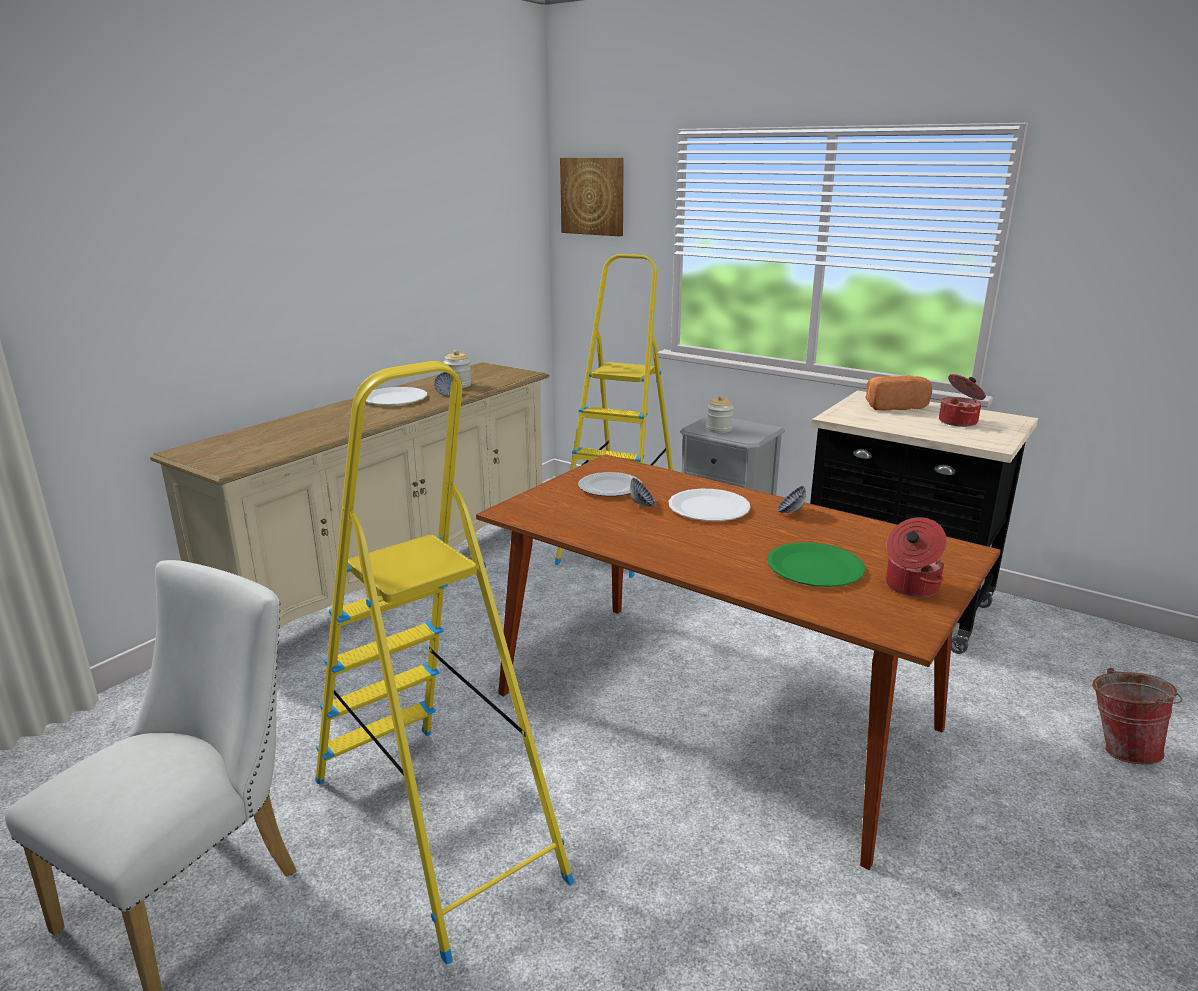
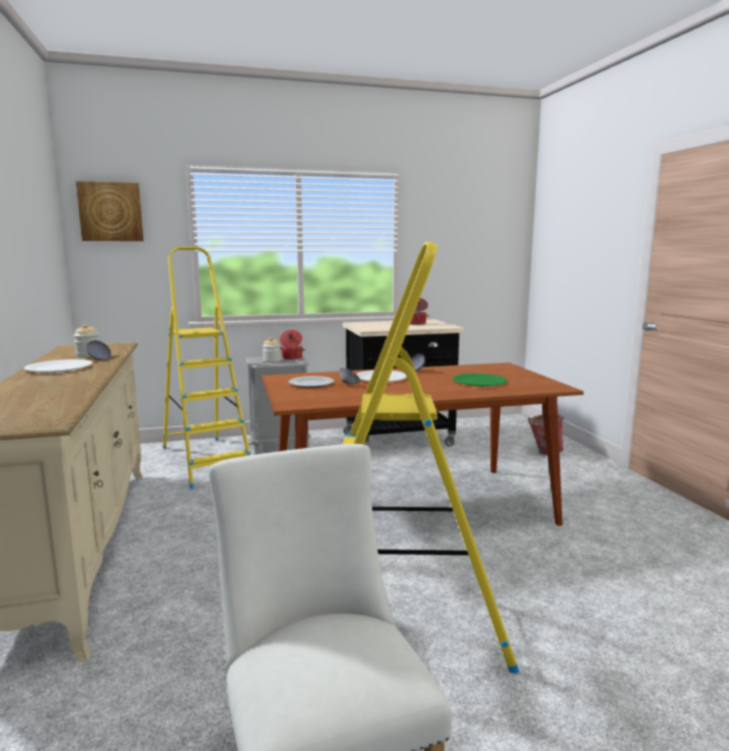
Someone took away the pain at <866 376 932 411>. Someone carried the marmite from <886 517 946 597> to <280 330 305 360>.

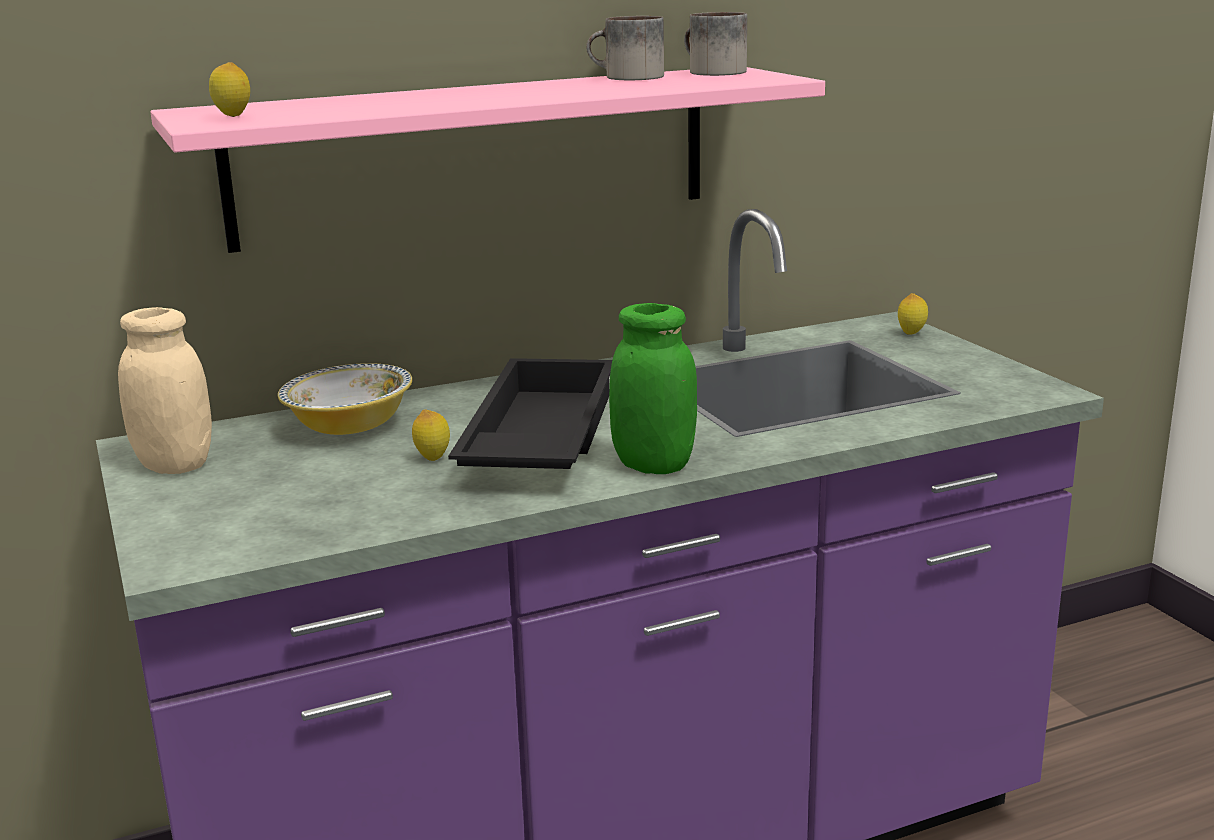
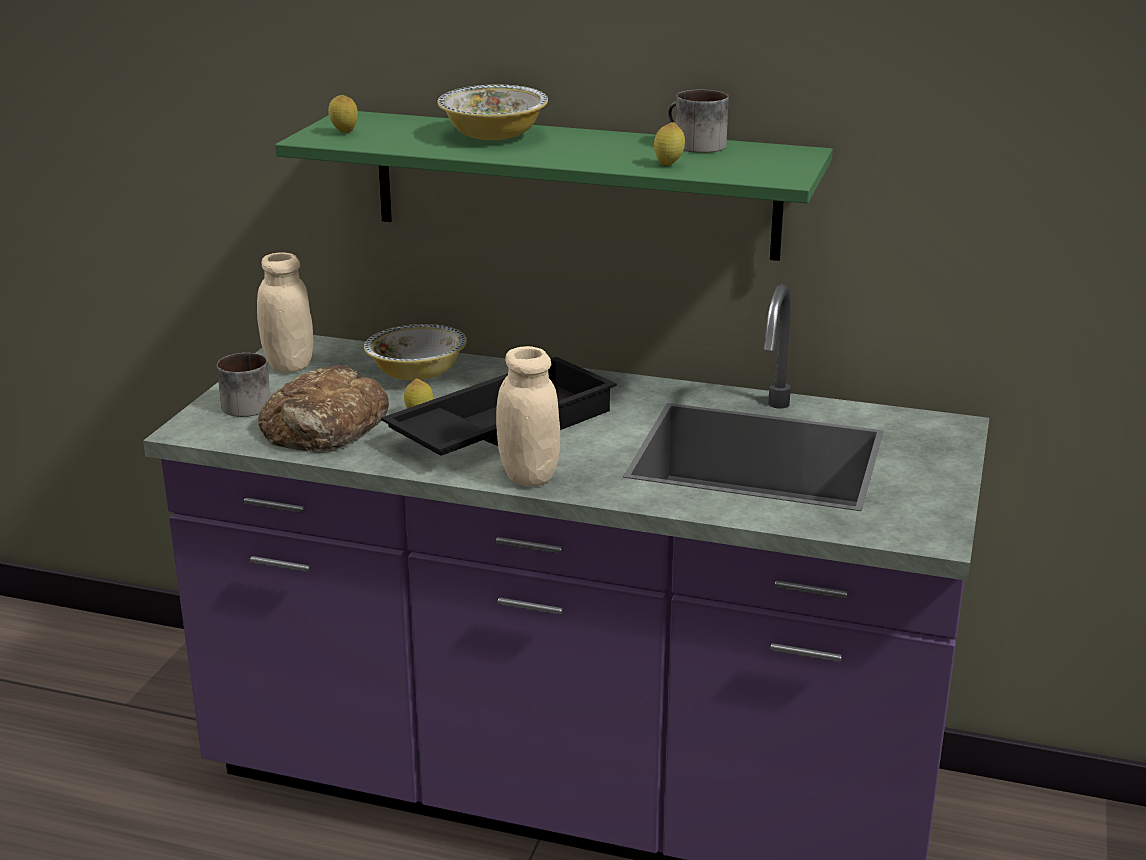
Someone repainted the étagère (rose) at <150 67 825 253>, which became the étagère (vert) at <275 111 833 261>. Someone repainted the bocal (vert) at <609 303 697 474>, which became the bocal (beige) at <496 346 560 486>. Someone carried the mug from <684 12 747 76> to <217 353 271 417>. Someone carried the citron from <898 293 928 335> to <654 122 685 166>. Someone put down the pain at <258 365 389 453>. Someone put down the bol at <437 85 548 140>.

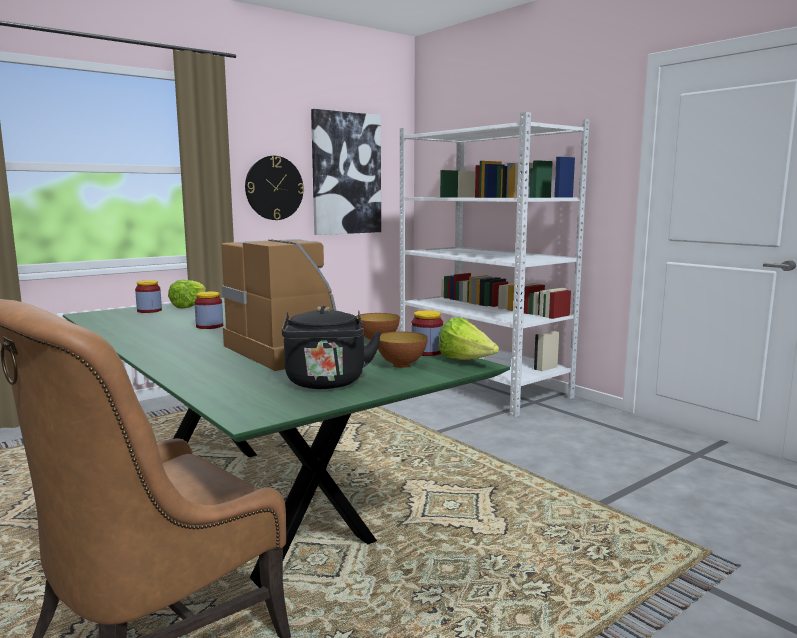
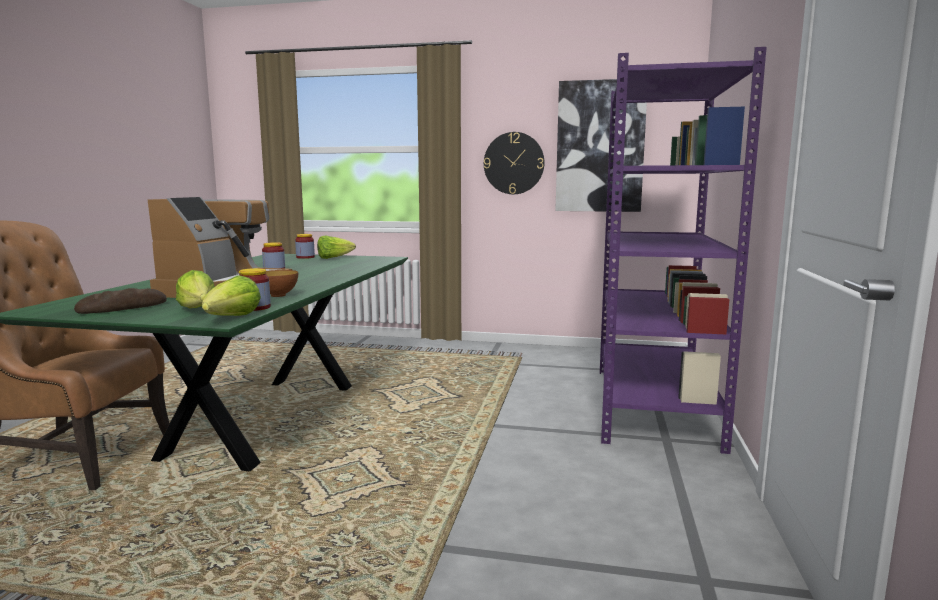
Someone swapped the bouilloire (noir) at <282 306 382 389> for the pain at <74 288 167 314>. Someone swapped the bol at <378 331 428 368> for the laitue at <176 270 215 308>. Someone repainted the bibliothèque (blanc) at <400 112 590 417>, which became the bibliothèque (violet) at <600 47 767 454>.

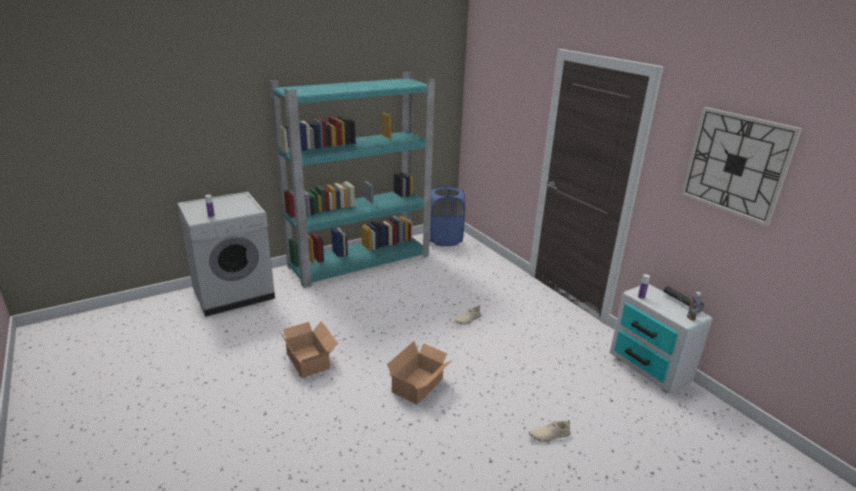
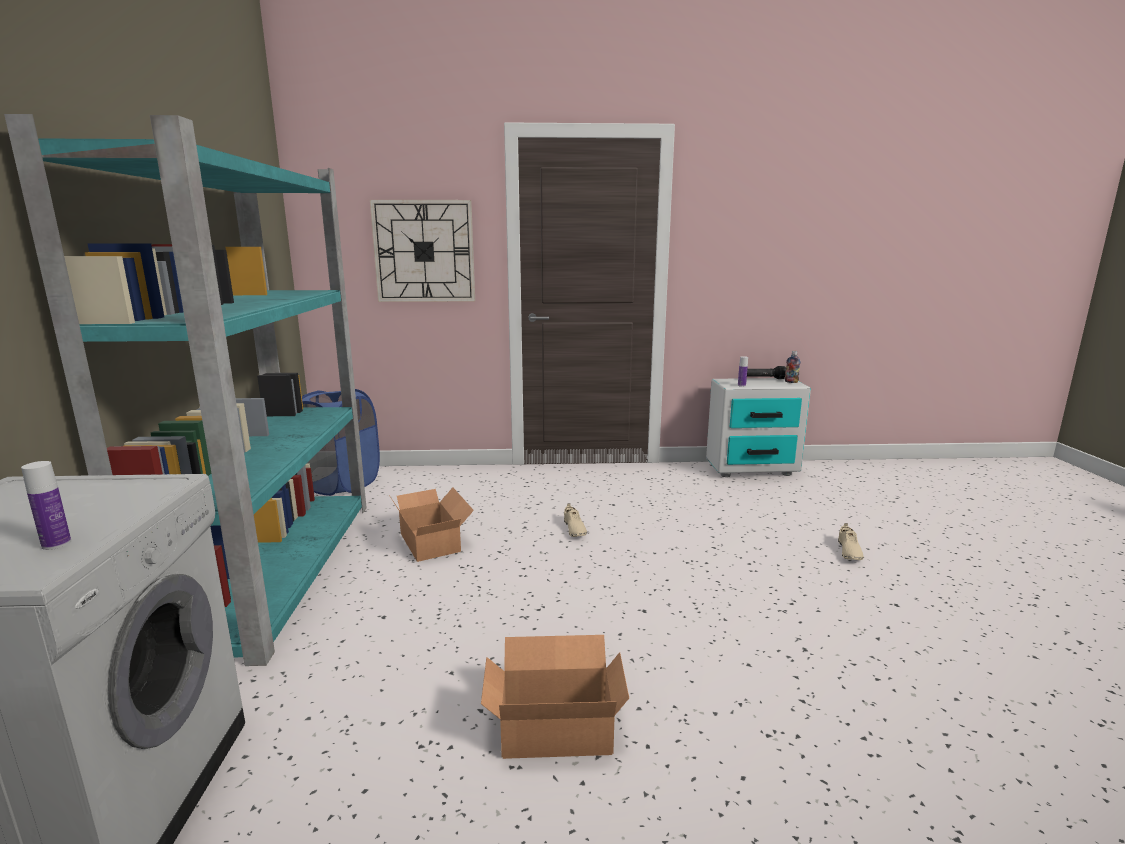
Someone carried the carton from <387 341 452 405> to <389 488 474 562>. Someone carried the horloge murale from <681 107 802 226> to <370 200 475 302>.

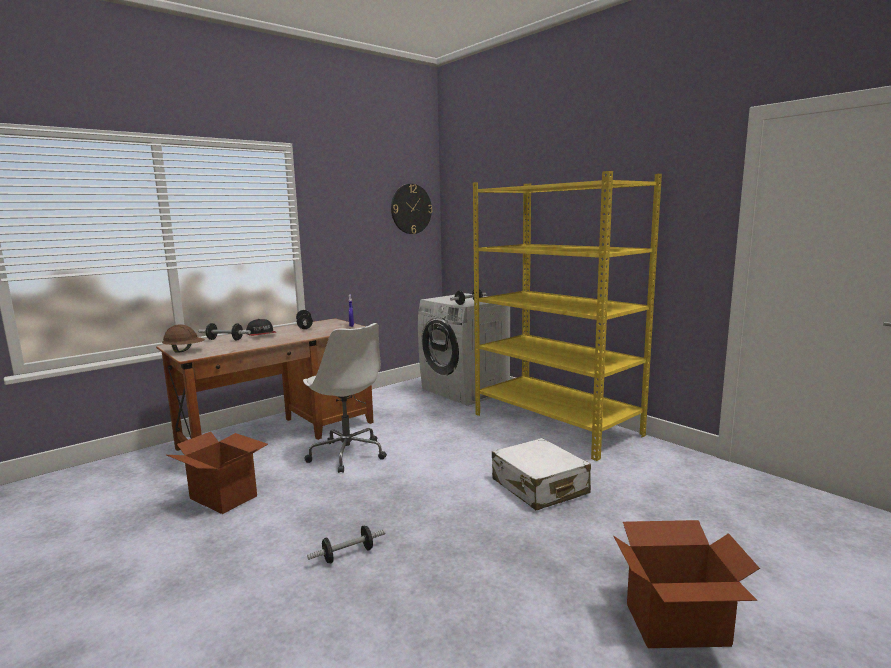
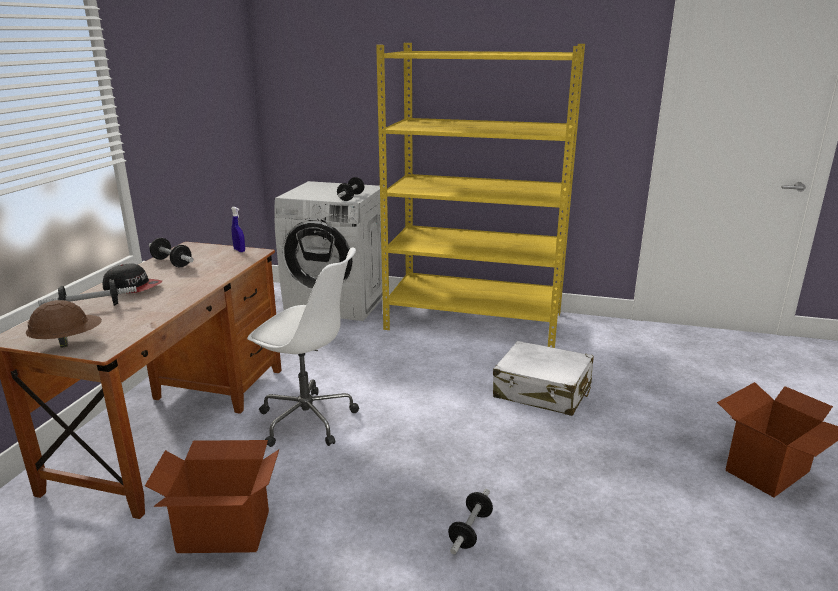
Someone took away the horloge murale at <391 184 433 234>.

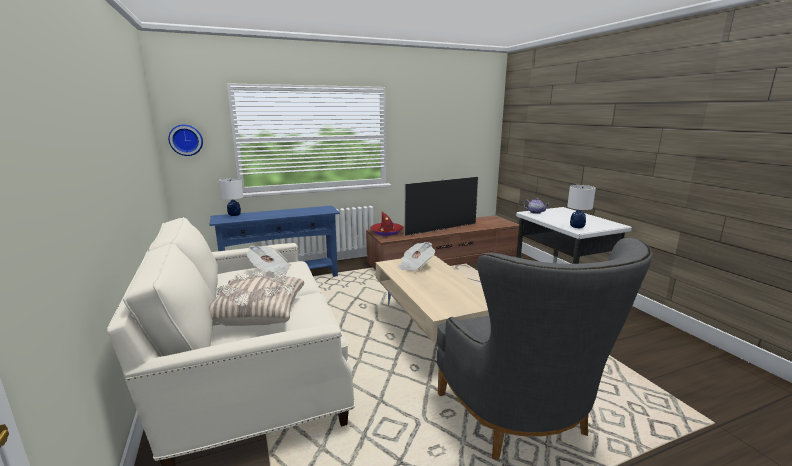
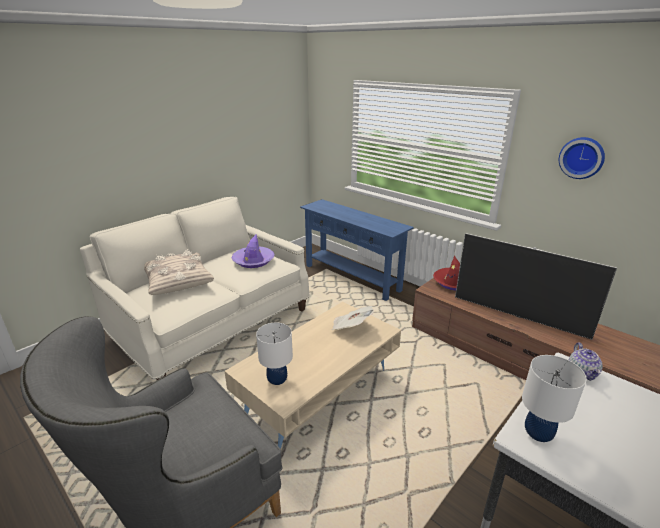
Someone carried the horloge murale from <168 124 203 156> to <559 137 605 179>. Someone carried the lampe de table (blanc) from <219 178 243 216> to <256 323 293 385>. Someone swapped the journal at <246 246 291 276> for the chapeau (violet) at <231 234 275 268>.

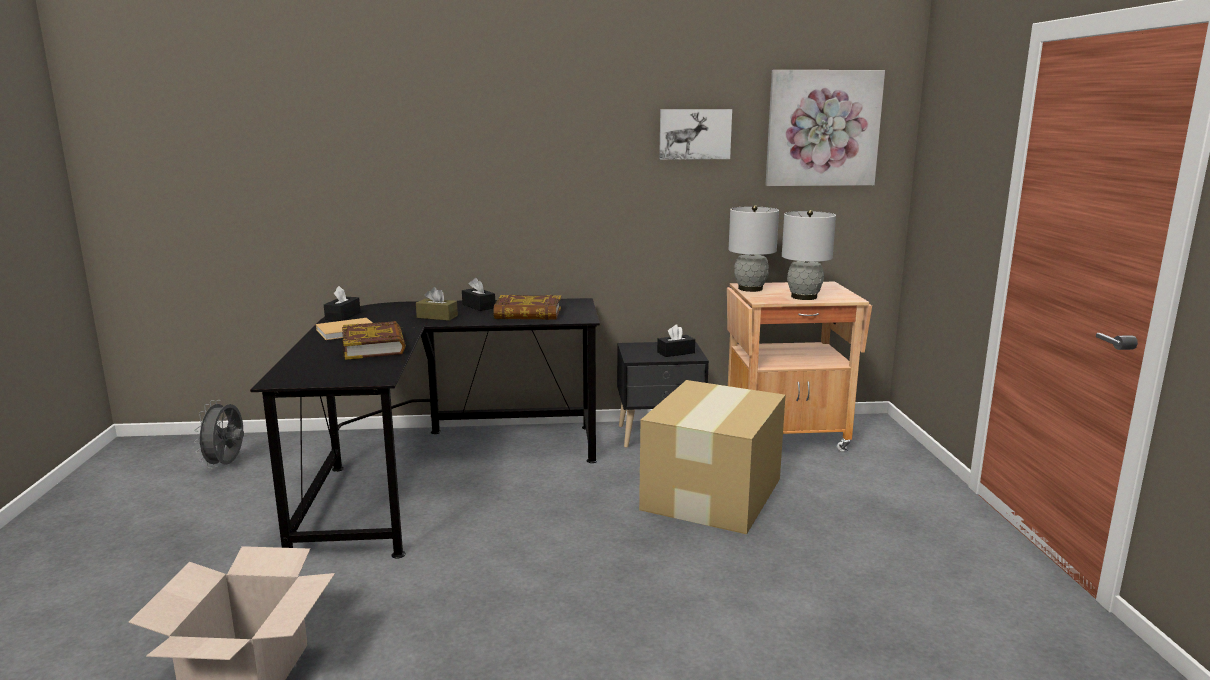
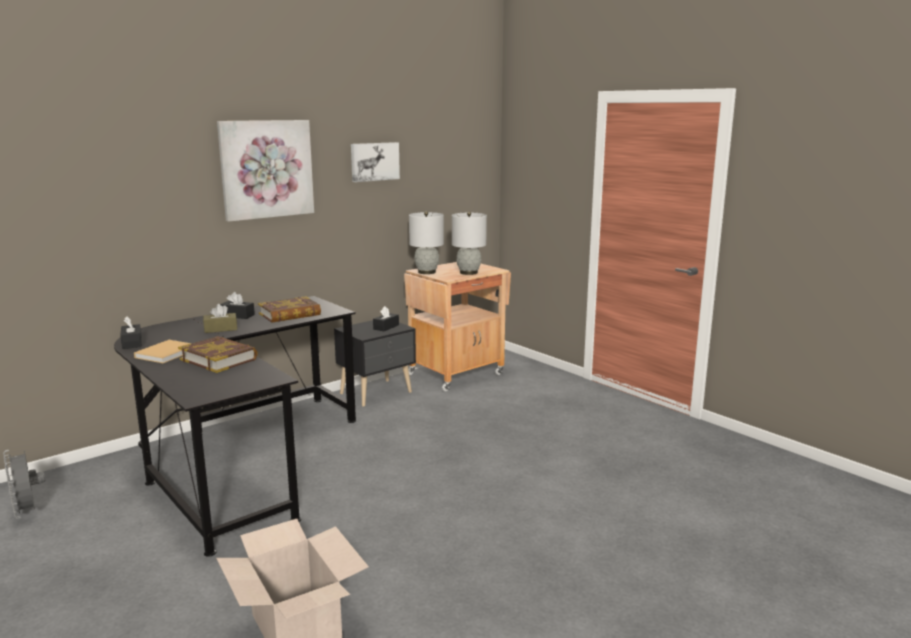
Someone took away the carton at <639 380 785 534>. Someone carried the tableau from <766 70 885 186> to <217 120 314 222>.

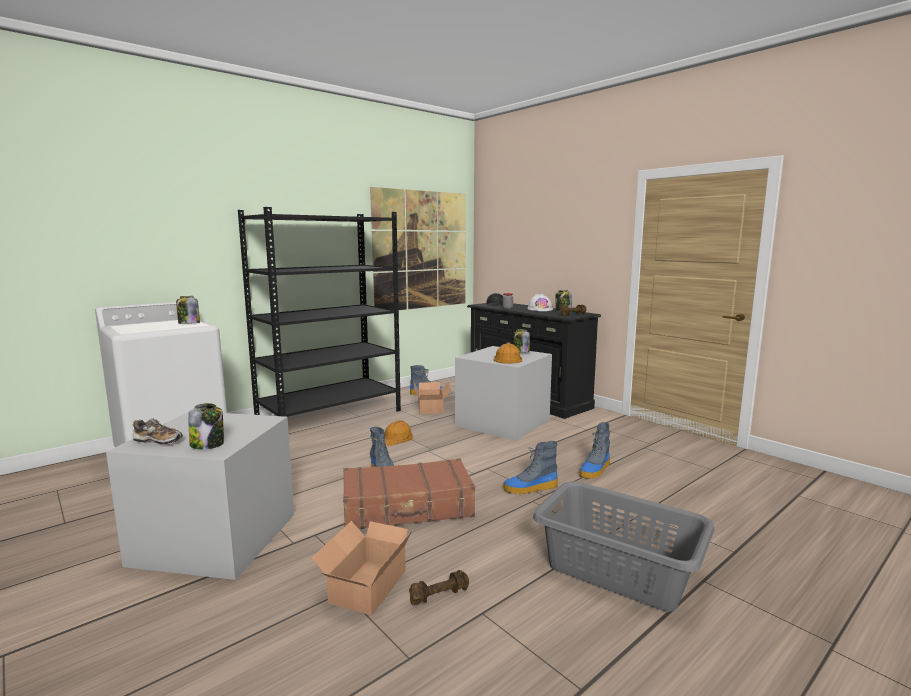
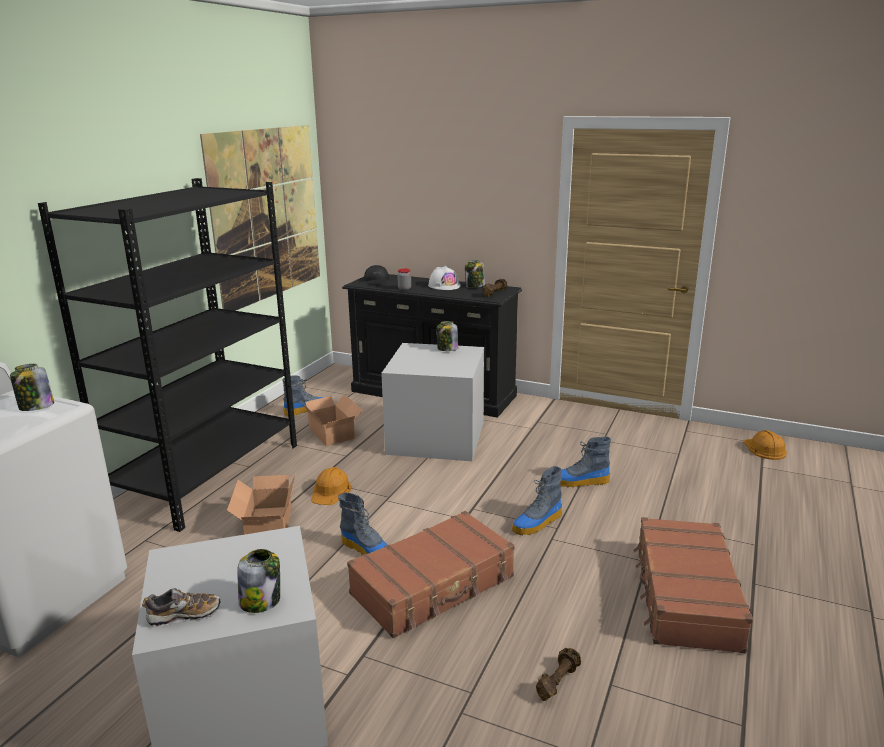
Someone carried the carton from <312 521 413 615> to <227 475 295 535>. Someone carried the casque de chantier (orange) from <494 343 522 364> to <743 430 787 460>. Someone swapped the panier à linge (gris) at <533 481 714 612> for the valise (marron) at <633 517 753 654>. Someone rotated the botte at <579 422 610 479> by 75 degrees clockwise.

